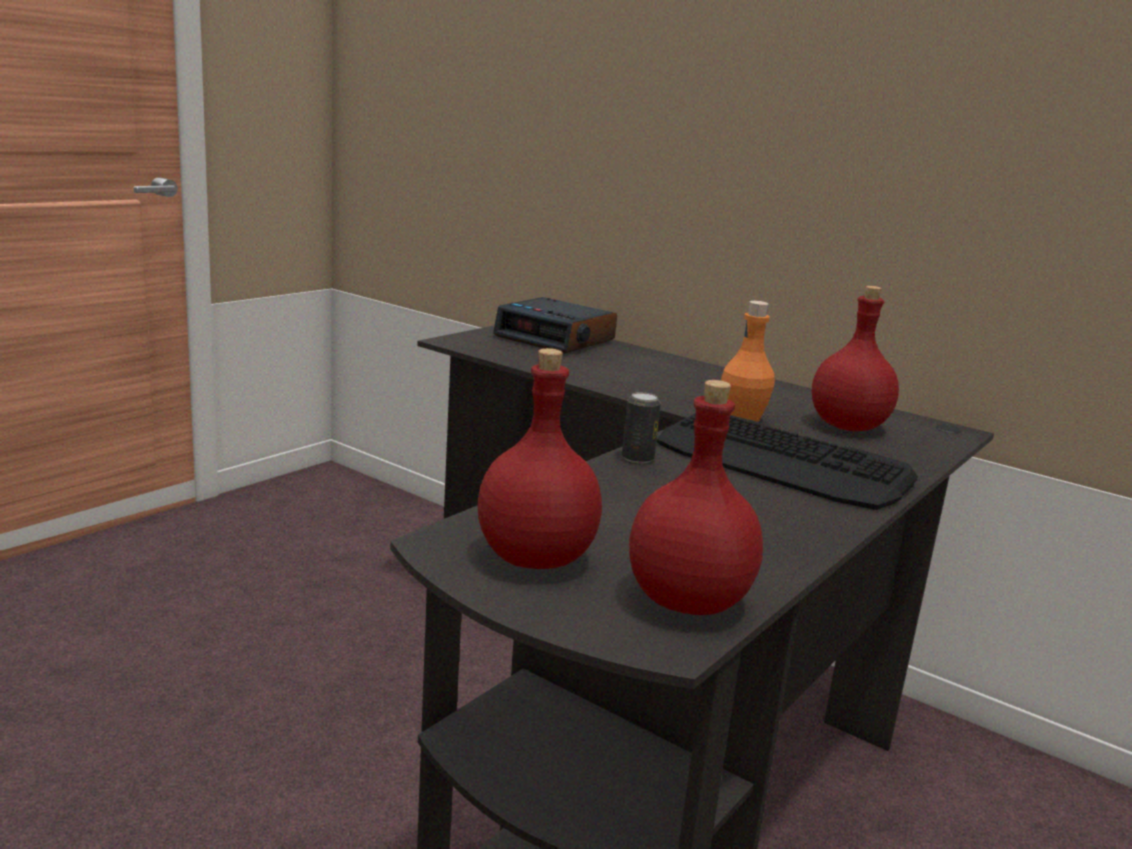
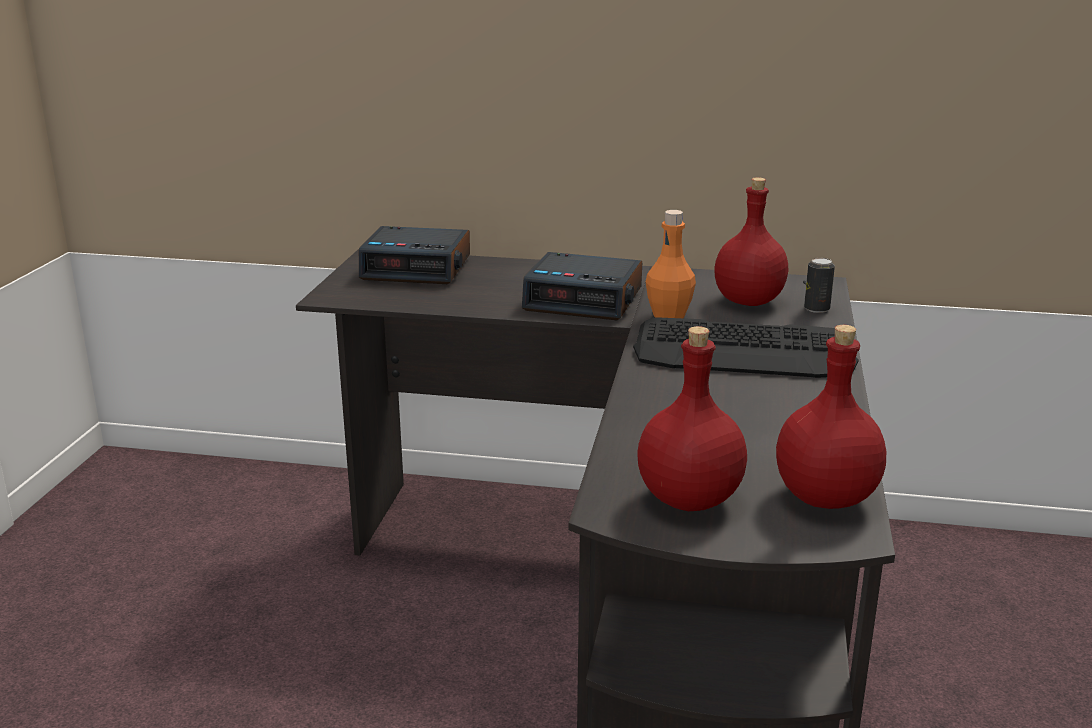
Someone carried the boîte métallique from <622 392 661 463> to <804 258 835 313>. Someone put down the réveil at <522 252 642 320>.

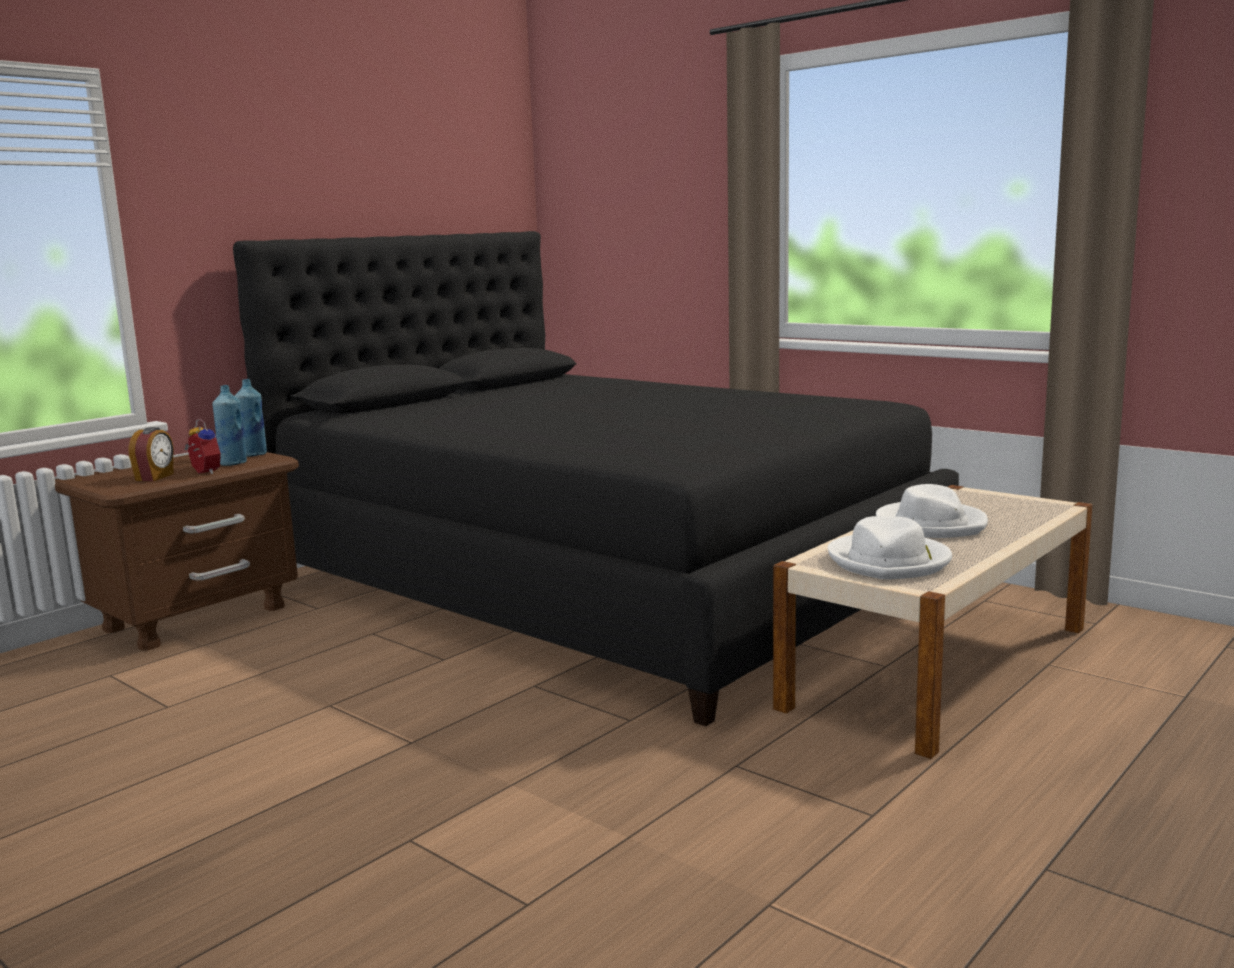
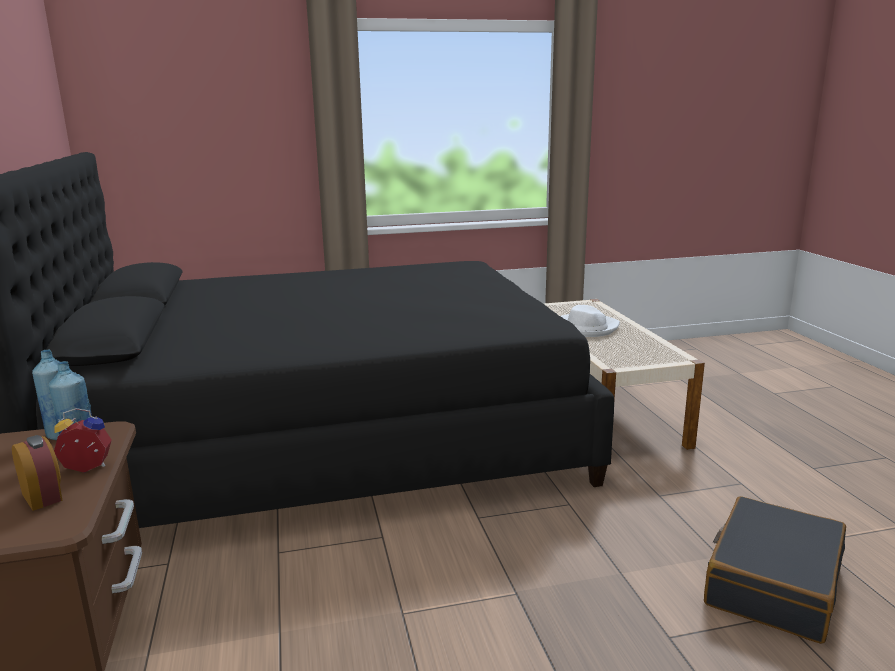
Someone took away the chapeau (blanc) at <828 516 952 580>. Someone put down the valise (noir) at <704 496 846 644>.

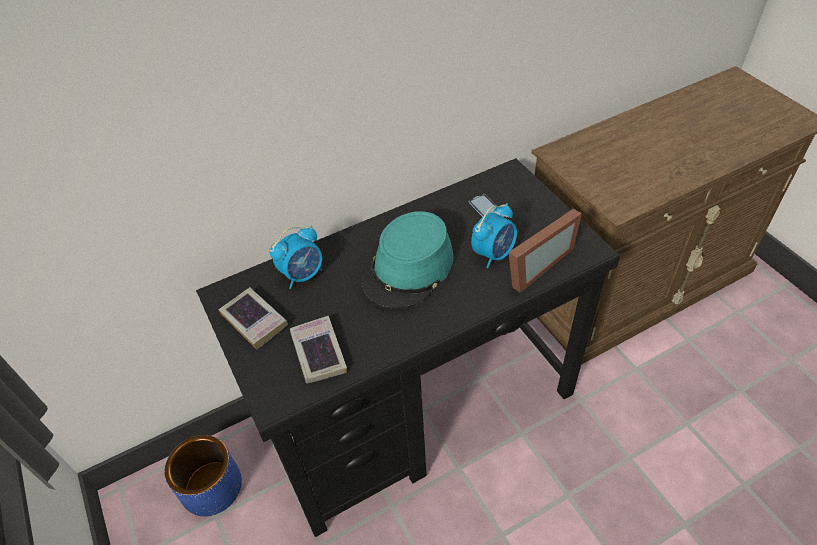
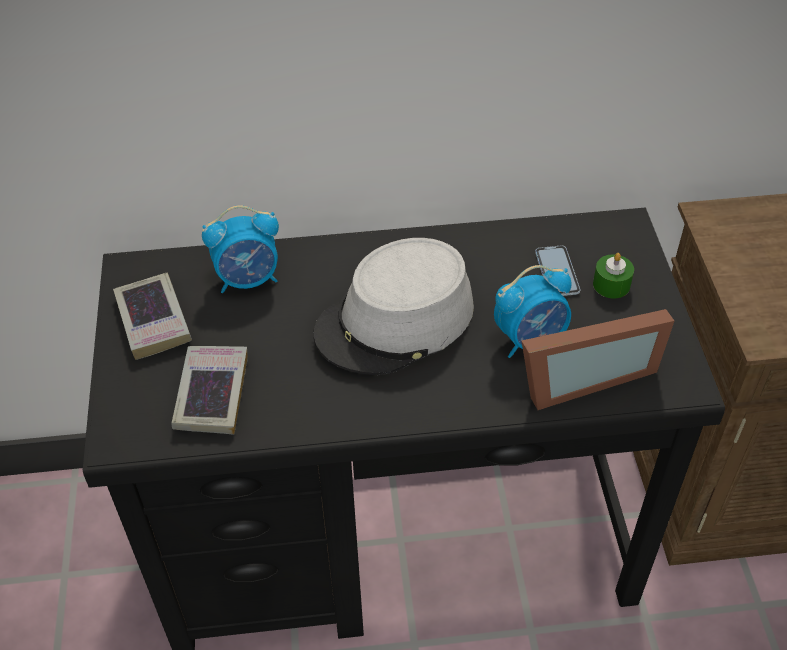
Someone took away the cache-pot (bleu) at <164 435 242 516>. Someone repainted the chapeau (turquoise) at <362 211 454 309>, which became the chapeau (gris) at <313 238 474 375>. Someone put down the bougie (vert) at <593 253 634 298>.

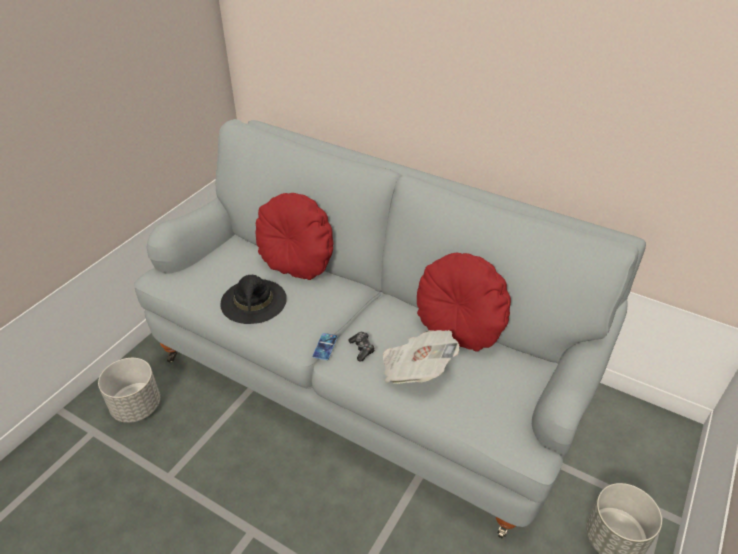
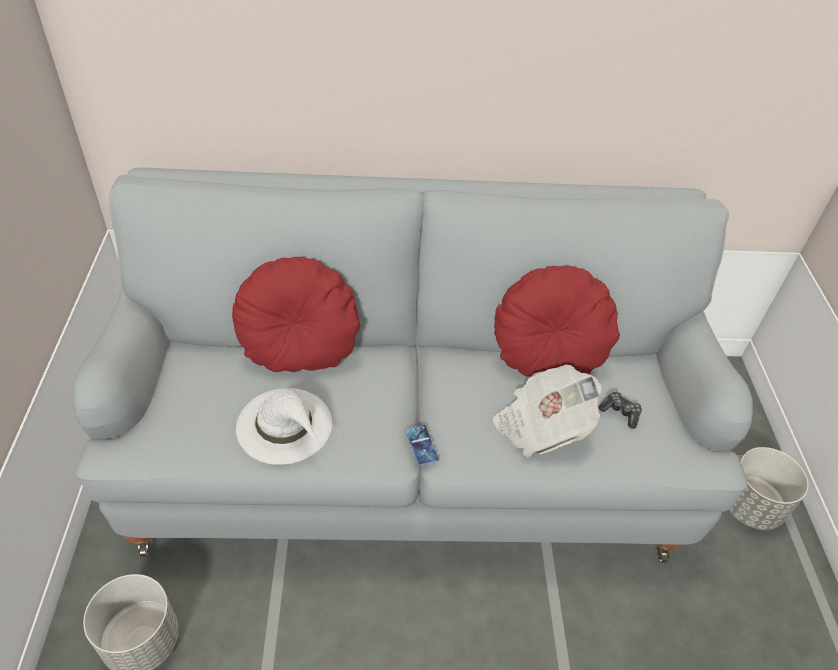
Someone repainted the chapeau (noir) at <220 275 287 324>, which became the chapeau (blanc) at <236 388 332 465>. Someone carried the manette from <349 332 375 361> to <599 392 642 429>.

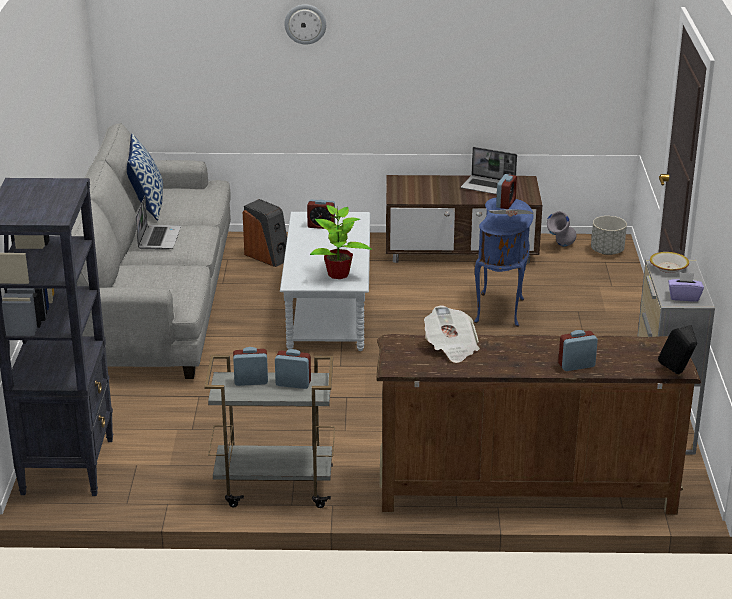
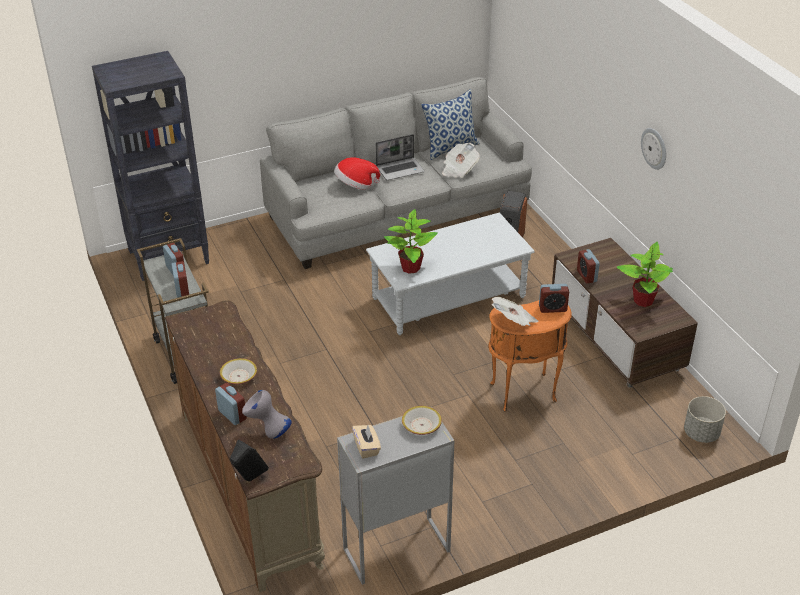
Someone carried the horloge murale from <284 4 326 45> to <641 128 666 170>. Someone carried the réveil from <307 200 335 229> to <577 249 599 284>. Someone carried the journal from <424 305 480 363> to <442 143 480 178>. Someone swapped the ordinateur portable at <461 147 517 194> for the plante en pot at <617 242 673 307>. Someone repainted the table d'appoint (bleu) at <474 198 534 327>, which became the table d'appoint (orange) at <489 300 572 412>. Someone carried the vase (gris) from <547 211 577 246> to <242 390 292 439>. Someone repainted the boîte à mouchoirs (violet) at <668 272 704 302>, which became the boîte à mouchoirs (beige) at <352 425 381 459>. Someone put down the bol at <220 358 257 384>. Someone put down the chapeau at <334 157 380 190>.

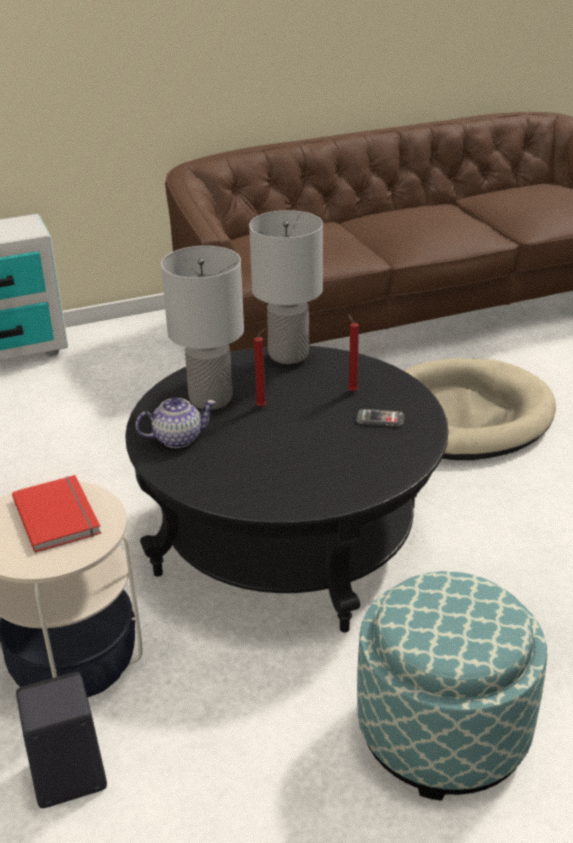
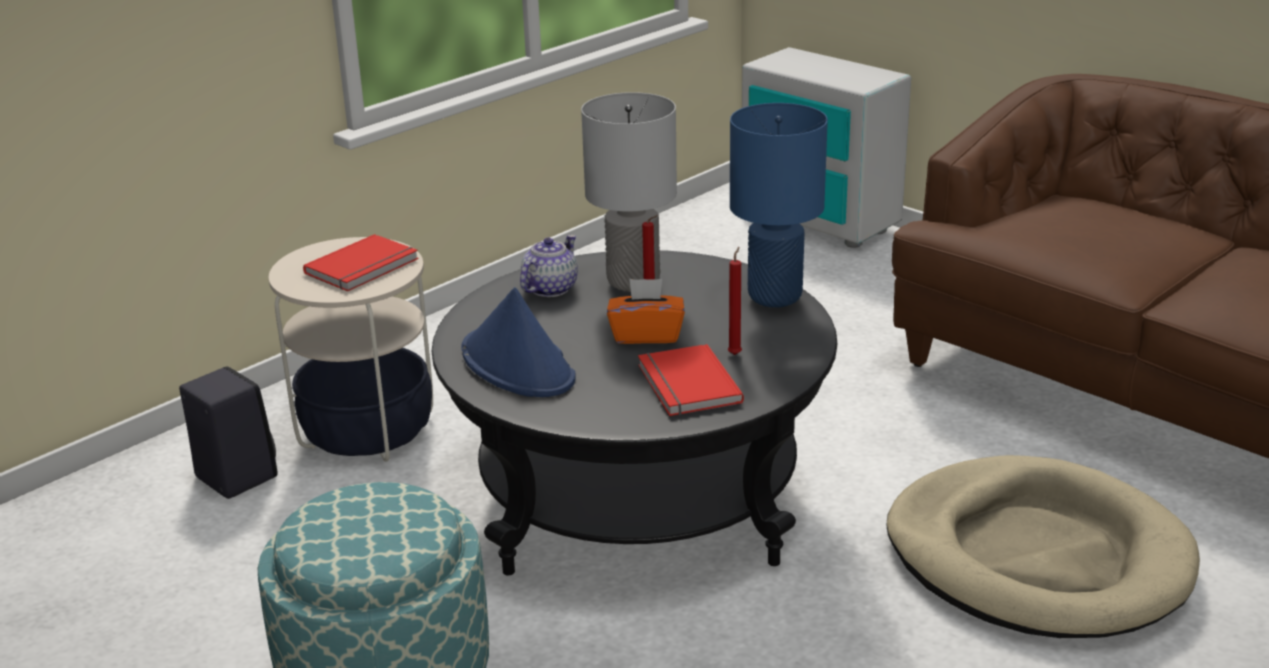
Someone rotated the théière at <135 397 216 448> by 105 degrees counterclockwise. Someone repainted the lampe de table (gris) at <249 210 323 364>, which became the lampe de table (bleu) at <730 103 828 307>. Someone swapped the téléphone at <356 409 404 427> for the livre (rouge) at <638 344 744 416>. Someone put down the chapeau (bleu) at <461 287 576 397>. Someone put down the boîte à mouchoirs (orange) at <607 279 685 344>.

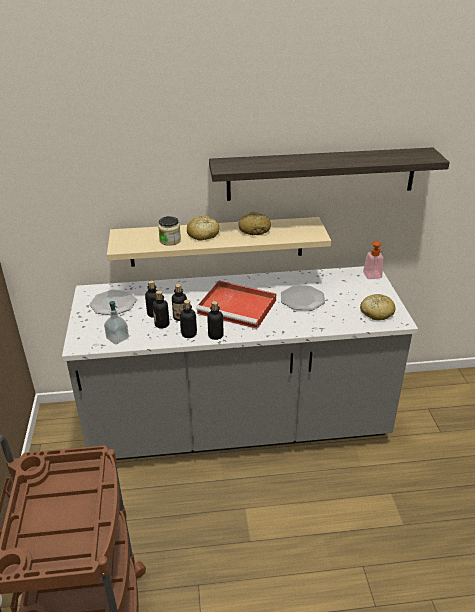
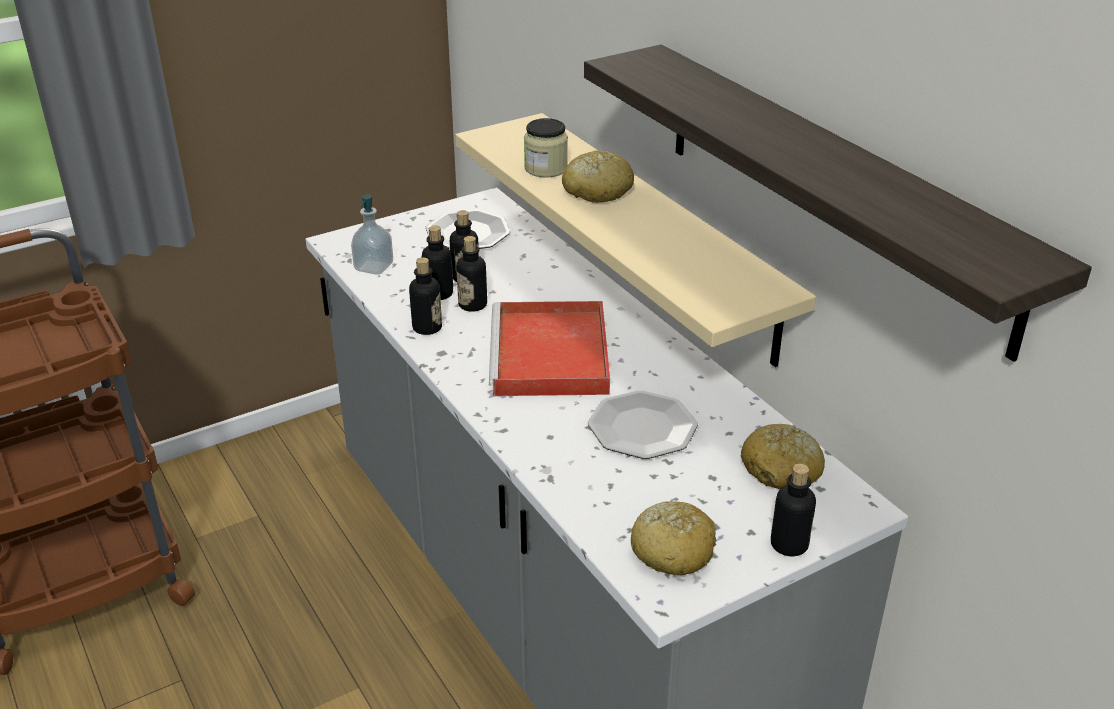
Someone carried the bouteille from <207 301 224 340> to <771 464 816 557>. Someone carried the pain from <239 212 271 235> to <741 424 825 489>. Someone took away the distributeur de savon at <363 241 383 279>.

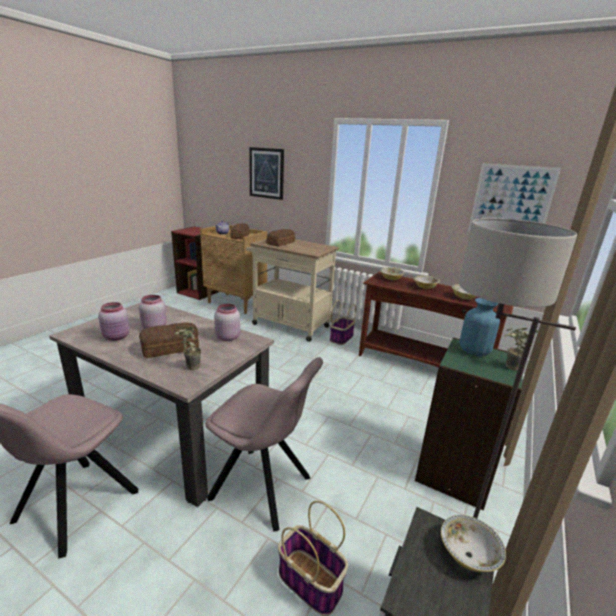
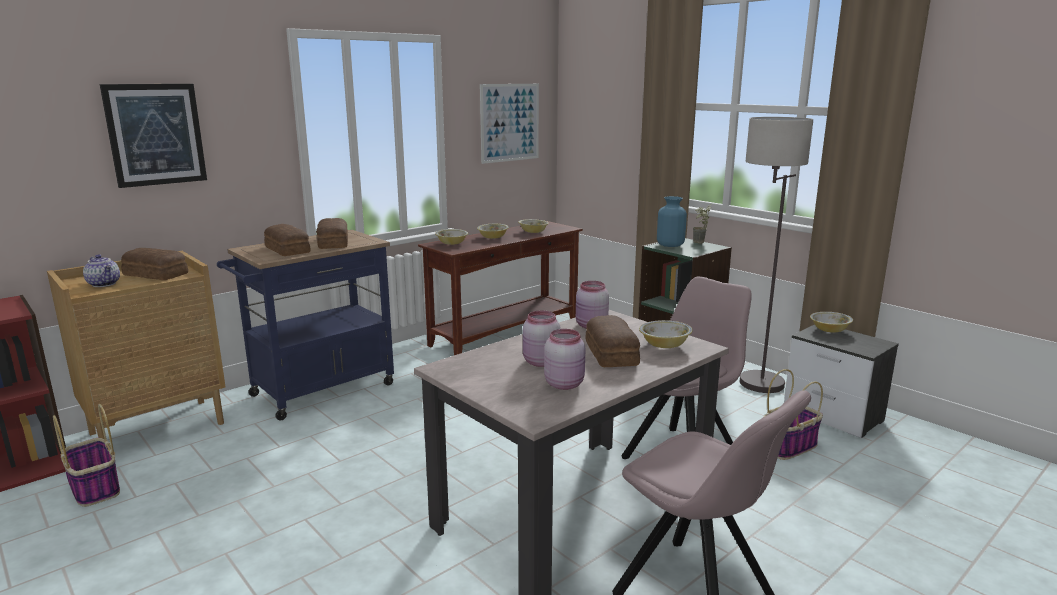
Someone swapped the plante en pot at <175 327 202 370> for the bol at <639 320 693 348>. Someone repainted the chariot (beige) at <246 239 339 342>, which became the chariot (bleu) at <217 230 394 420>. Someone carried the panier from <330 300 356 345> to <53 404 120 507>. Someone put down the pain at <316 218 348 249>.

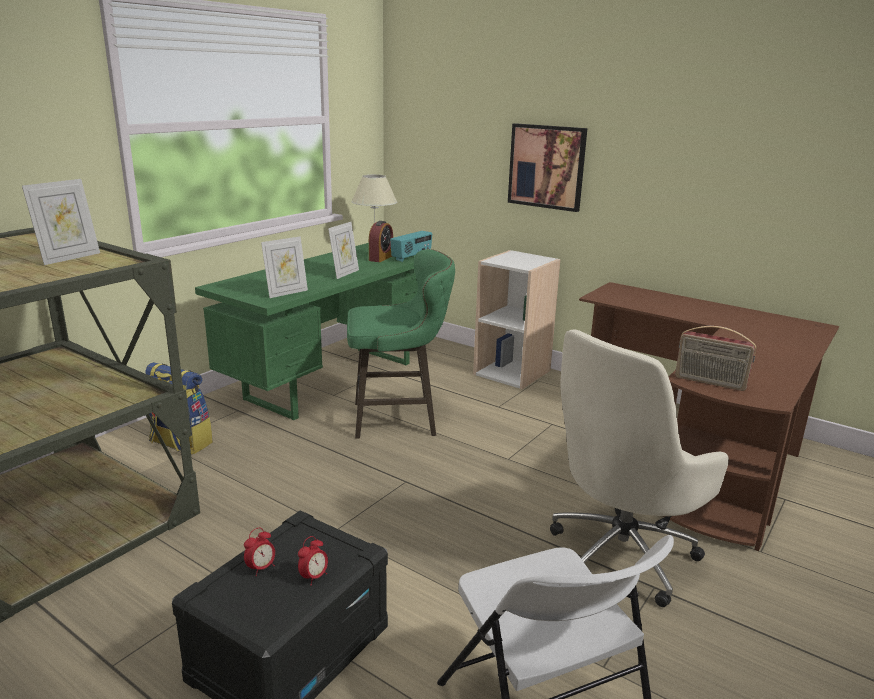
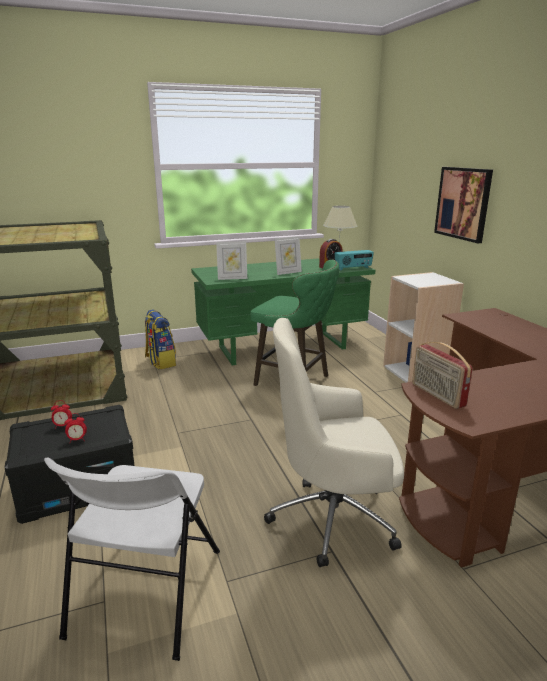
Someone took away the cadre photo at <22 179 100 265>.

